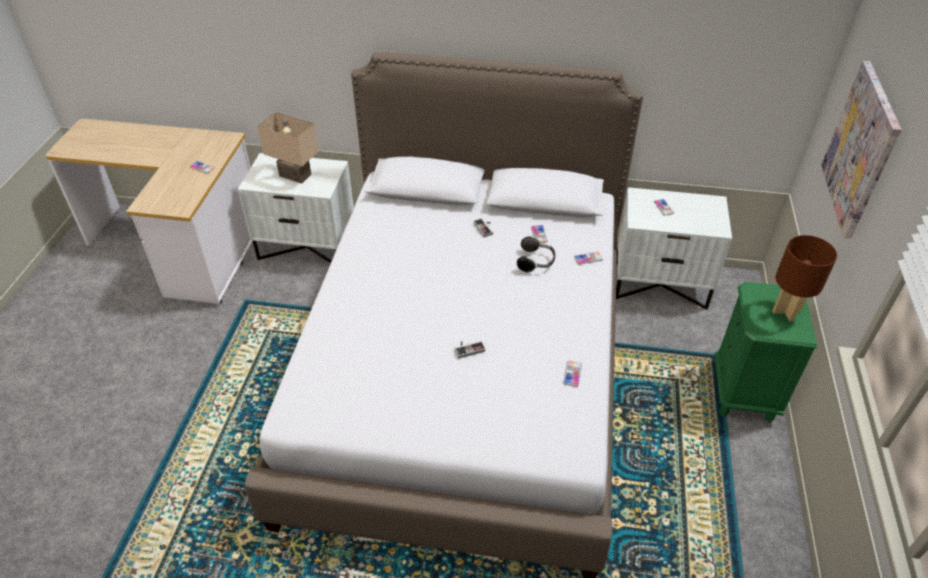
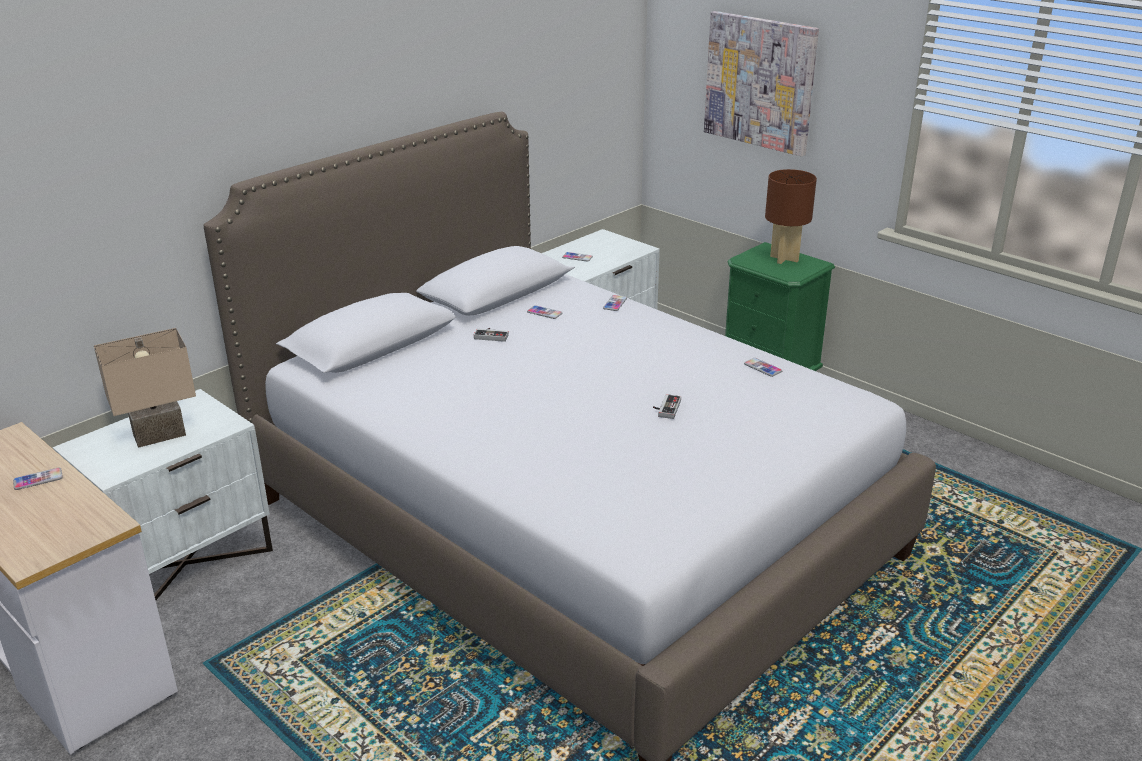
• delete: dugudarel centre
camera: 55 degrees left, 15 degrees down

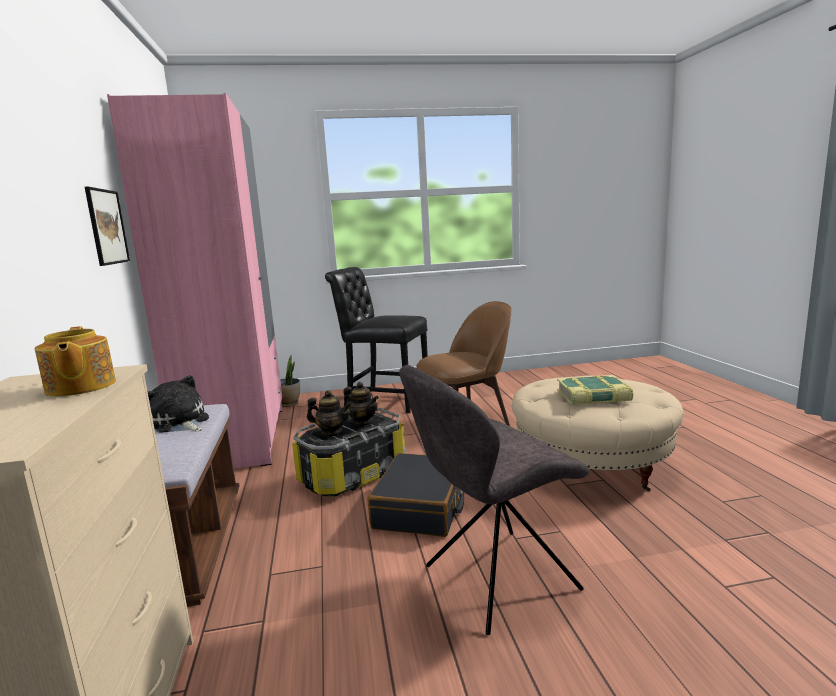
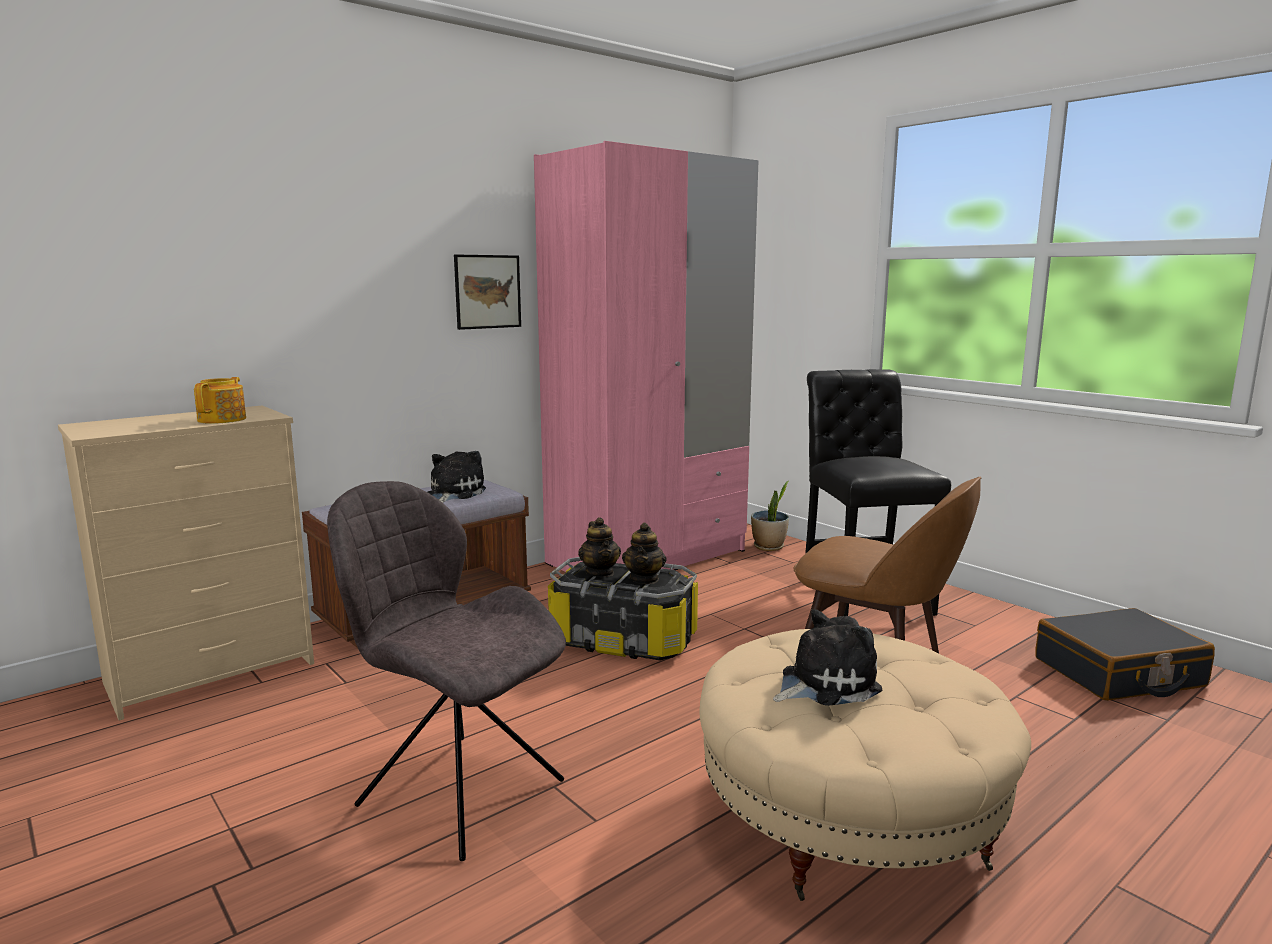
• rotate: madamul (1st from left) middle left = middle left 150 degrees clockwise
• move: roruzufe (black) bottom centre to bottom right
• replace: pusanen middle right to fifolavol (2nd from left) bottom centre
camera: 60 degrees right, 0 degrees up

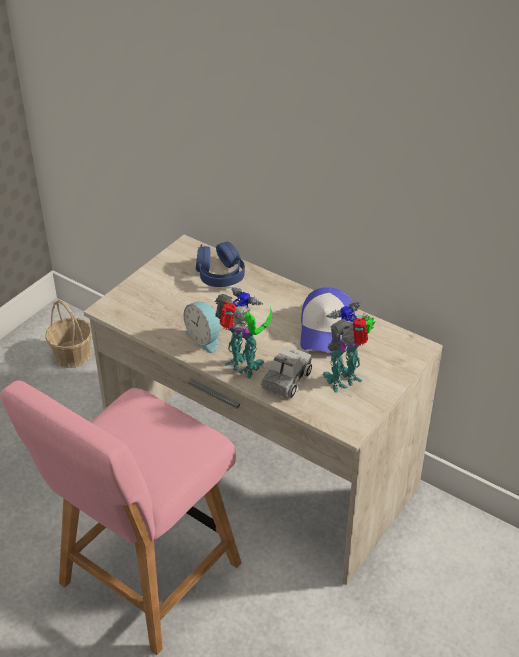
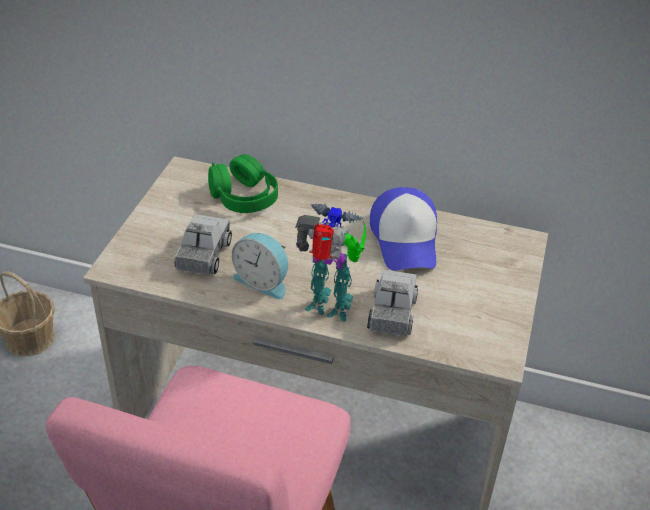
• recolor: dugudarel (blue) centre to dugudarel (green) centre
• delete: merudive (2nd from left) middle right
• insert: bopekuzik (1st from left) middle left
camera: 20 degrees left, 0 degrees up

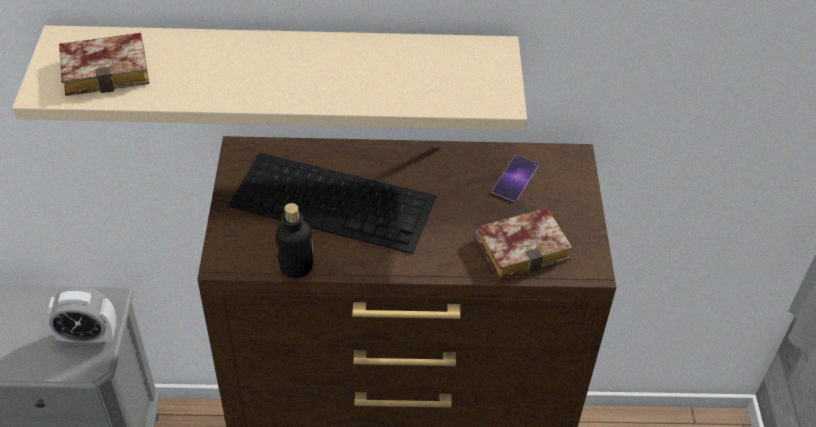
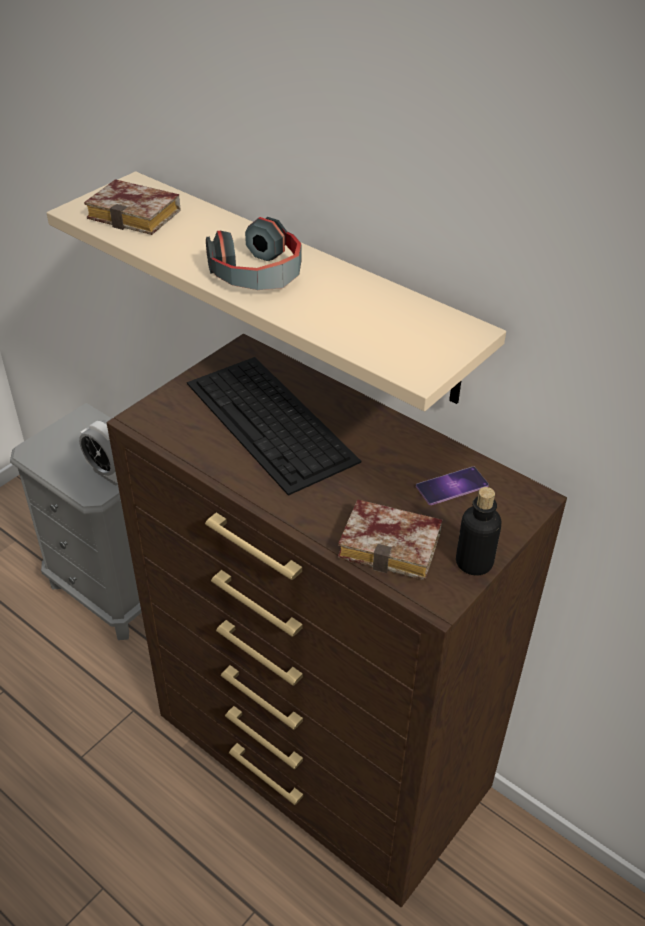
• move: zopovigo centre to middle right
• insert: dugudarel top centre
camera: 40 degrees right, 5 degrees down

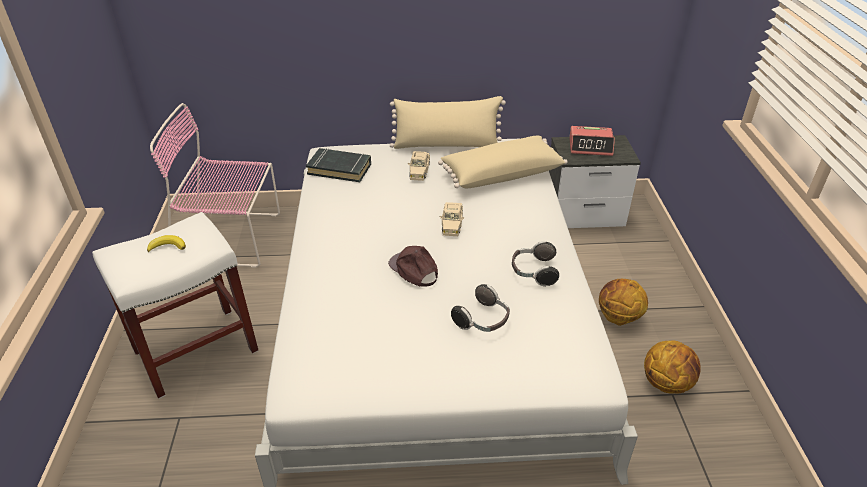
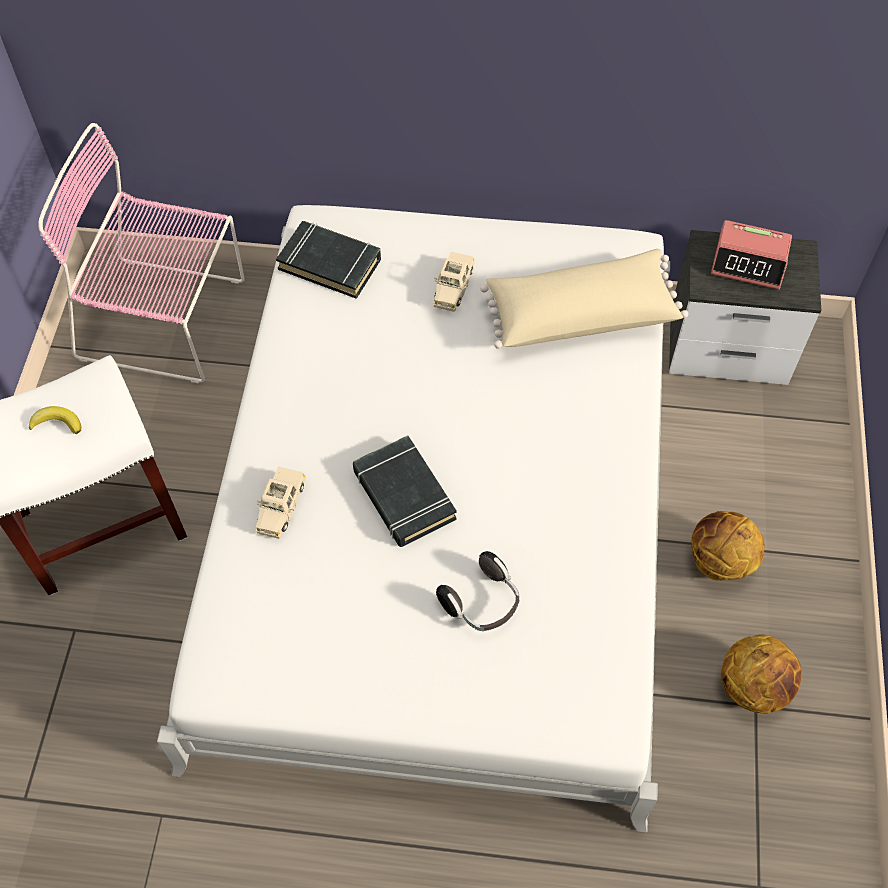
• replace: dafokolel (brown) centre to pusanen (black) (2nd from left) centre
• delete: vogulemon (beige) (1st from left) top centre
• move: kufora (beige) (2nd from left in the first image) centre to kufora (beige) (1st from left) middle left
• delete: dugudarel (2nd from left) centre
camera: 10 degrees right, 20 degrees up

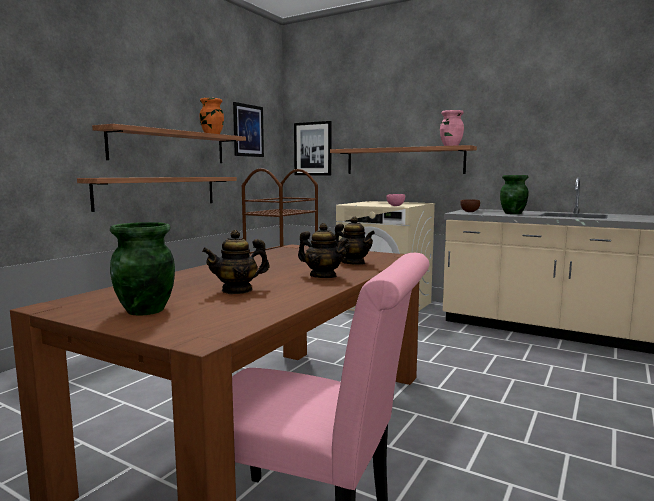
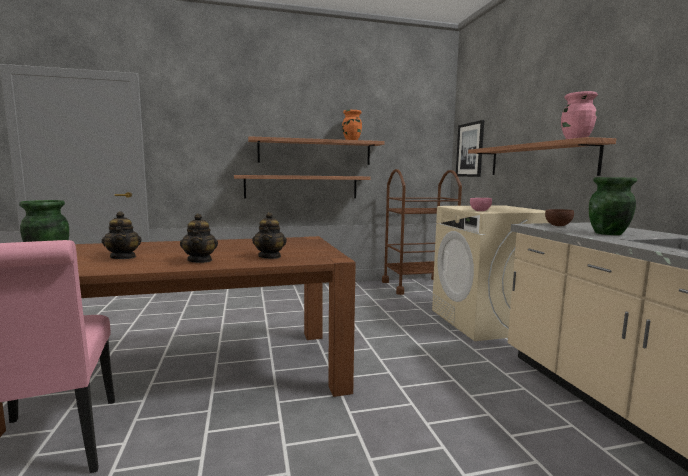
• rotate: madamul (1st from left) centre = middle left 135 degrees counterclockwise
• delete: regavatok (1st from left) top centre
camera: 45 degrees right, 0 degrees up

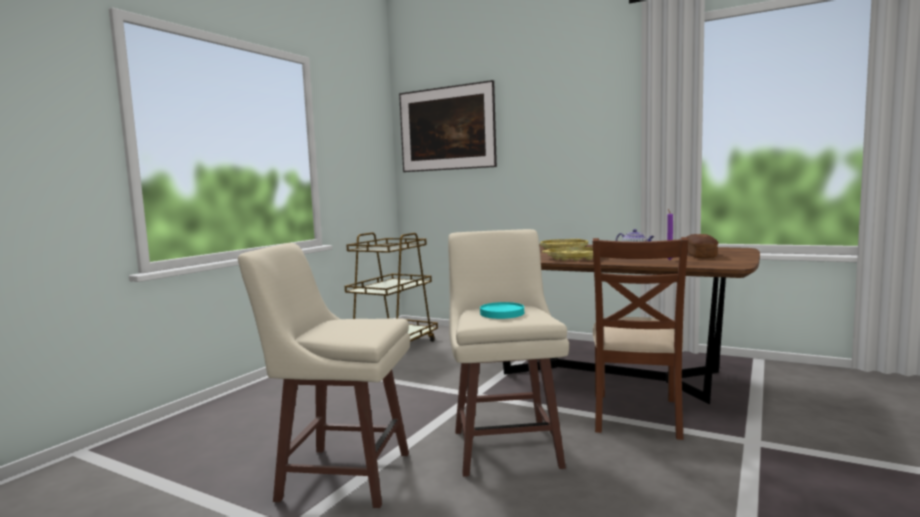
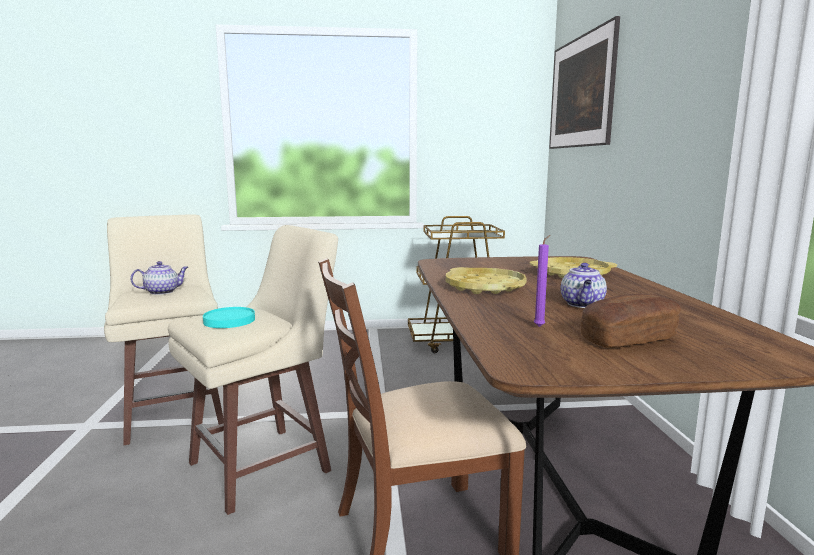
• insert: madamul (1st from left) middle left
camera: 55 degrees right, 5 degrees up

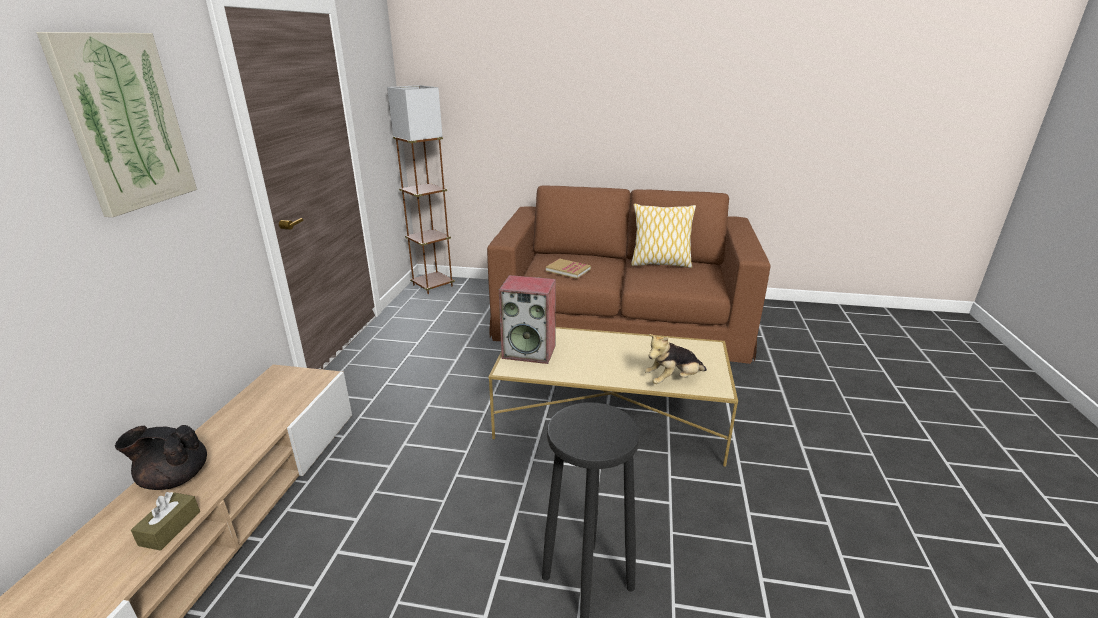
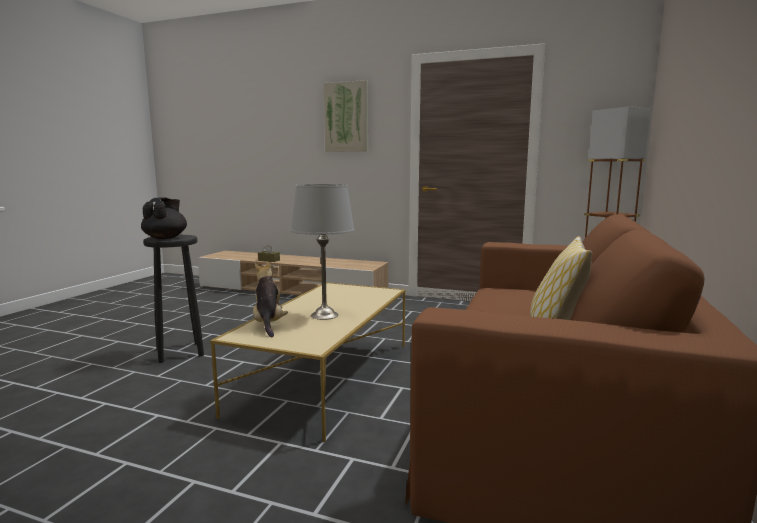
• move: madamul (black) bottom left to middle left
• delete: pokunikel centre
• delete: pusanen centre
• insert: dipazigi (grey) centre
camera: 100 degrees right, 15 degrees down

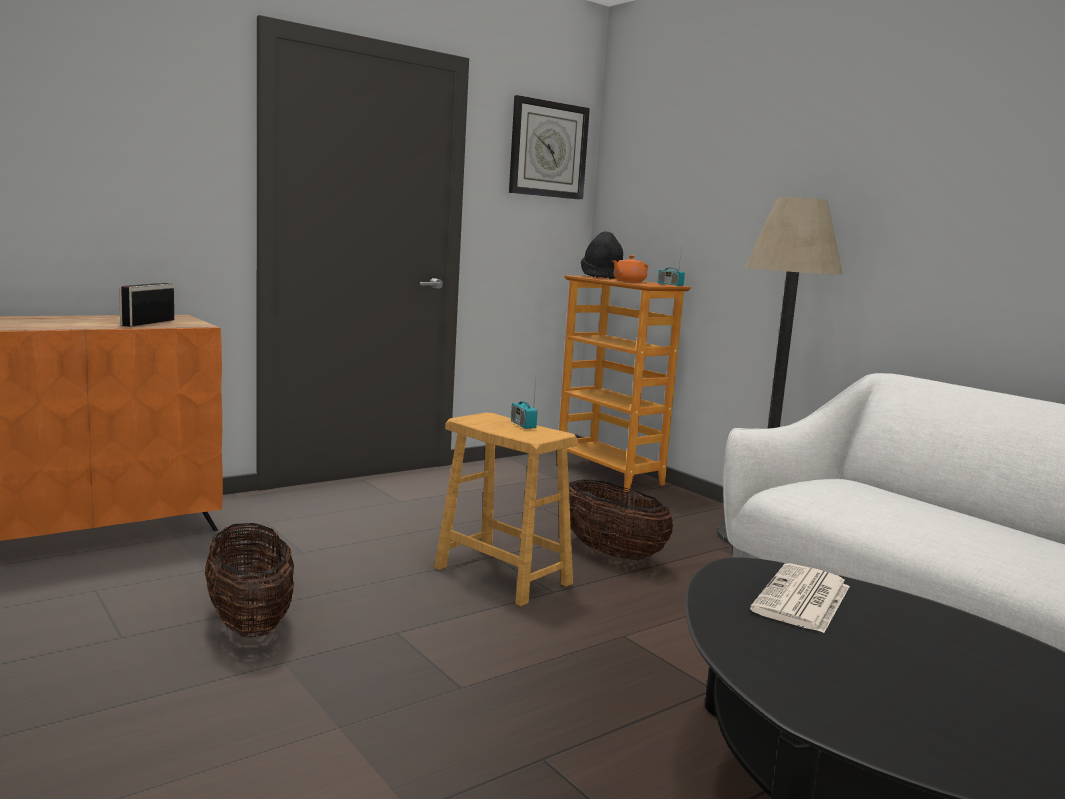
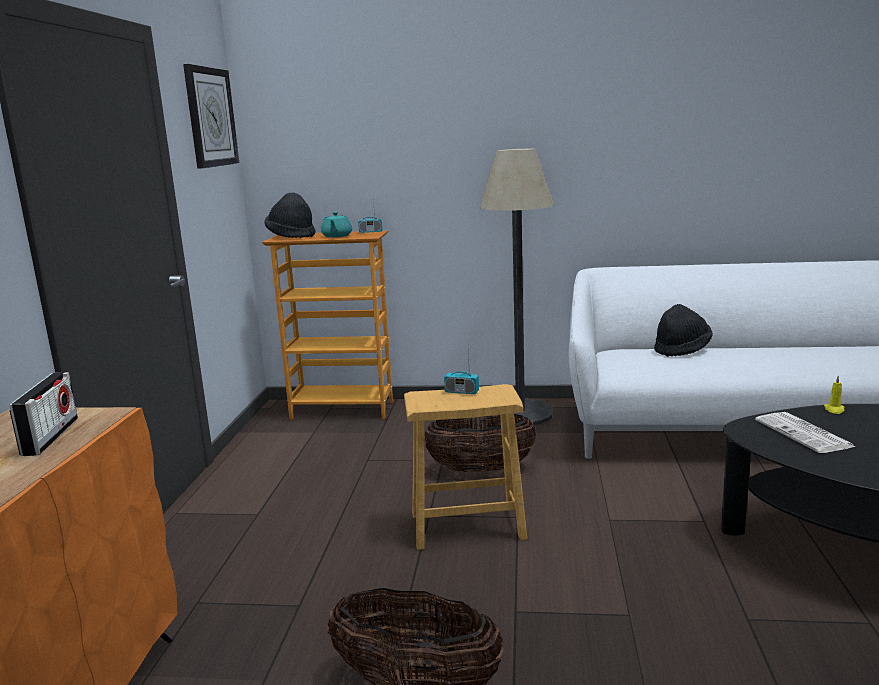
• rotate: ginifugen (1st from left) middle left = middle left 150 degrees counterclockwise
• recolor: madamul (orange) centre to madamul (turquoise) top centre
• insert: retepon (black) (2nd from left) middle right
• insert: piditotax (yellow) middle right
camera: 45 degrees left, 5 degrees up

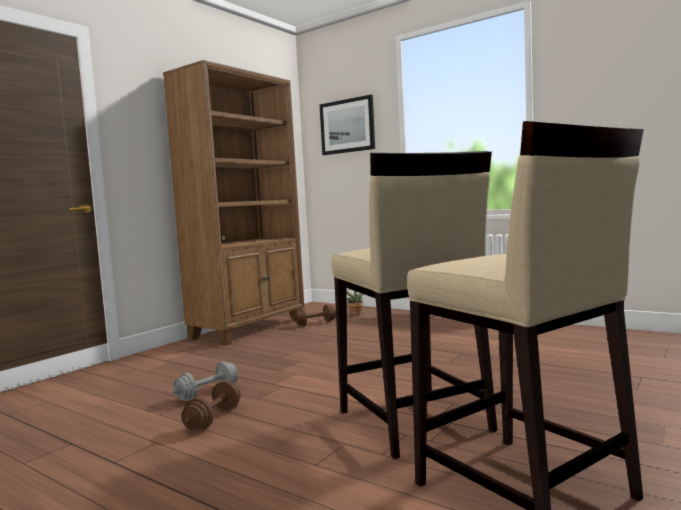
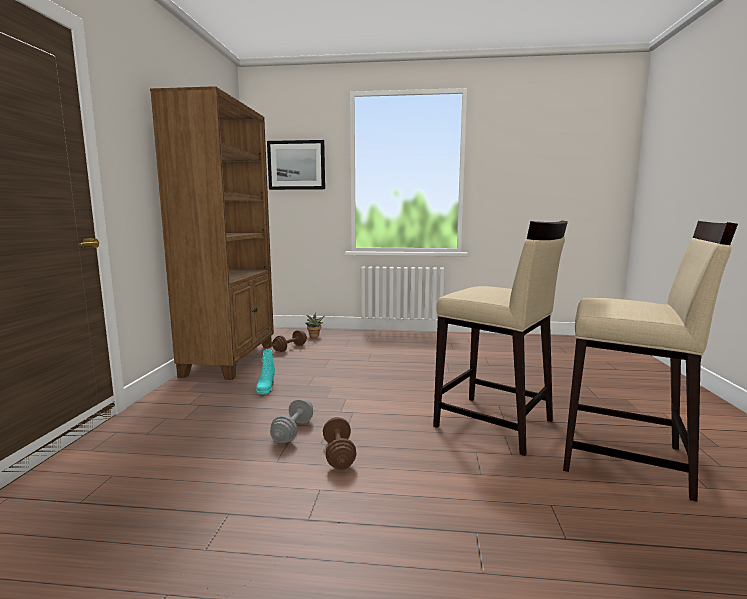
• insert: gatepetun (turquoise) centre
camera: 30 degrees left, 5 degrees up

